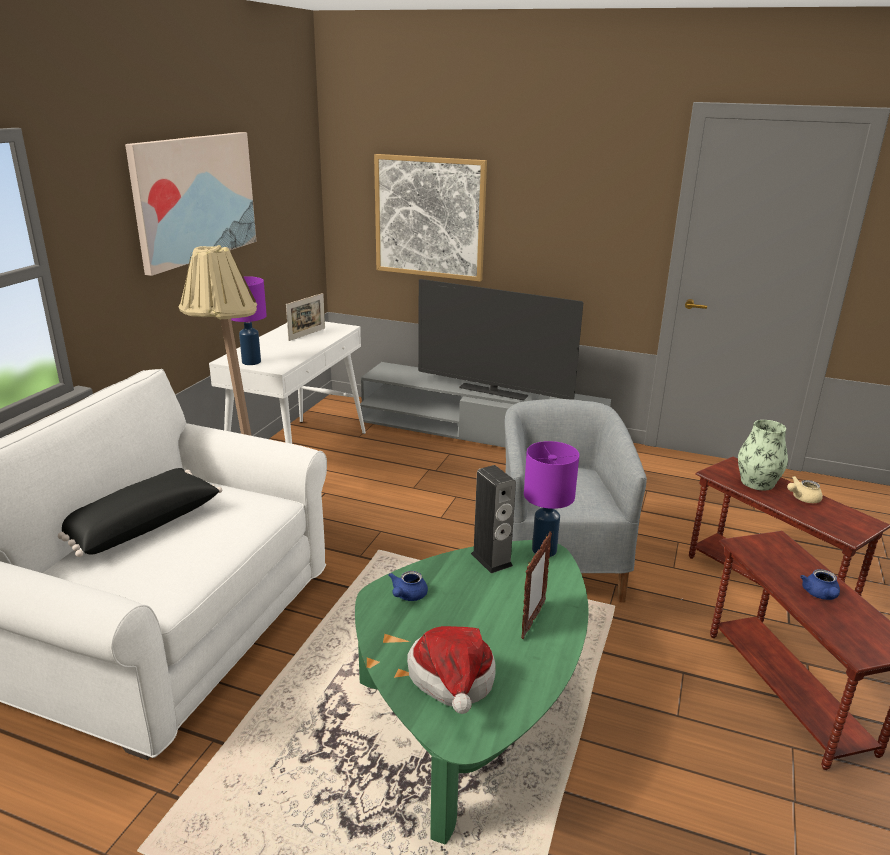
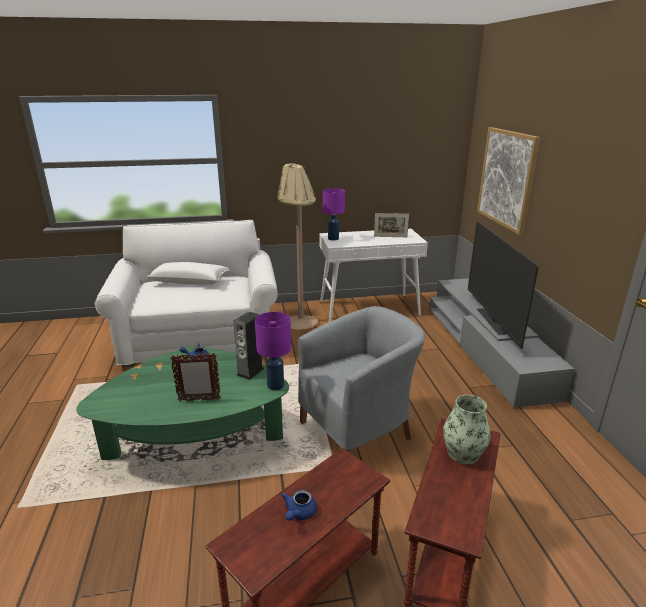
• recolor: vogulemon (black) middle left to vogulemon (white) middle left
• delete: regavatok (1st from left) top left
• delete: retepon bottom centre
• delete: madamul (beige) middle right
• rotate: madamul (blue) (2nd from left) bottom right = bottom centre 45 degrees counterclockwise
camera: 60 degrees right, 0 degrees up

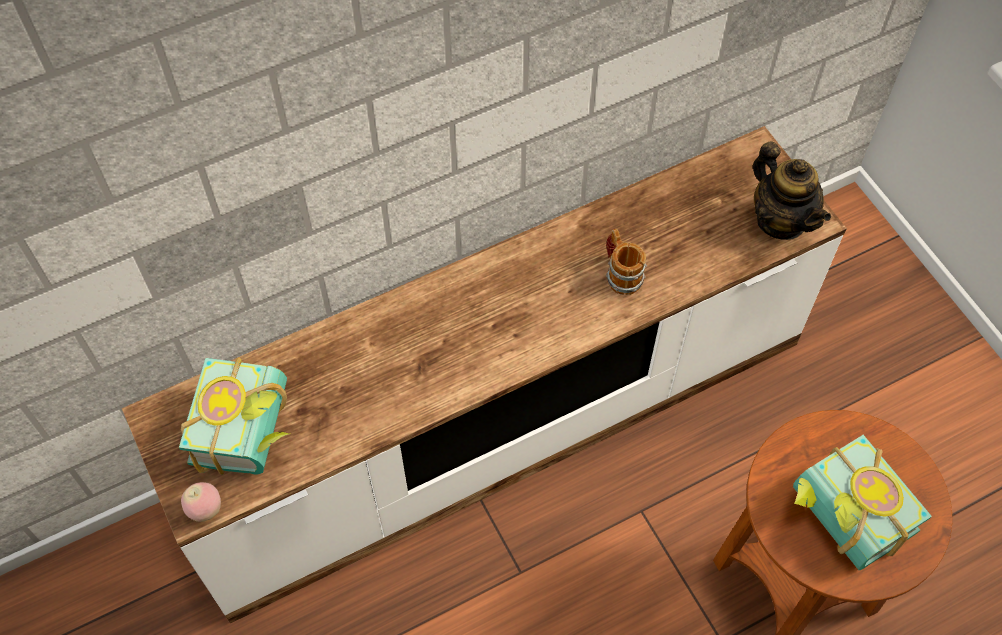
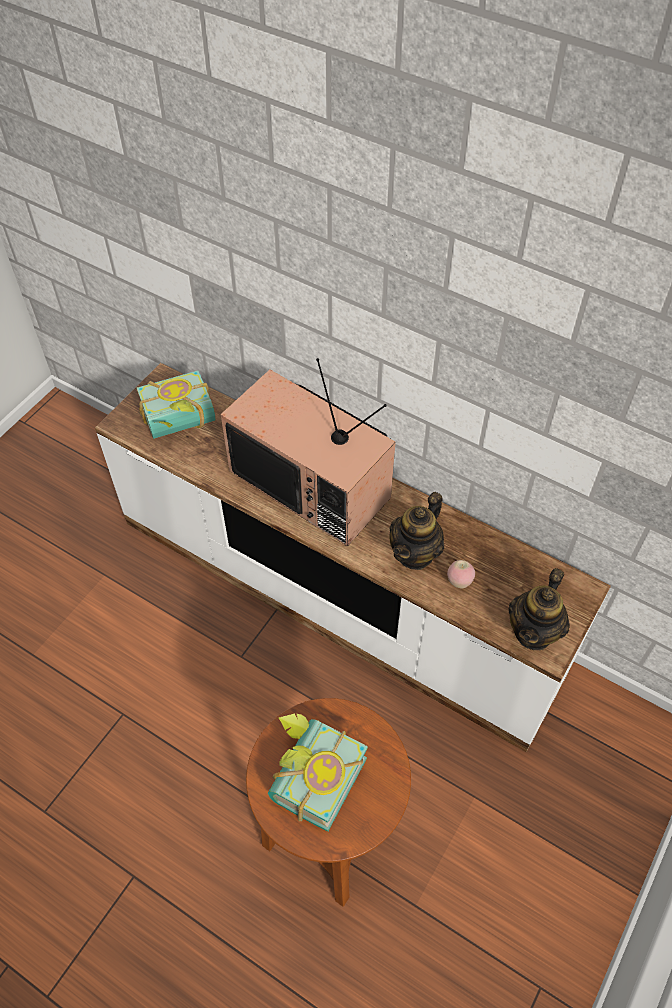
• move: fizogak bottom left to middle right
• replace: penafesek centre to madamul (1st from left) centre
• insert: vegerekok centre
camera: 60 degrees right, 5 degrees down

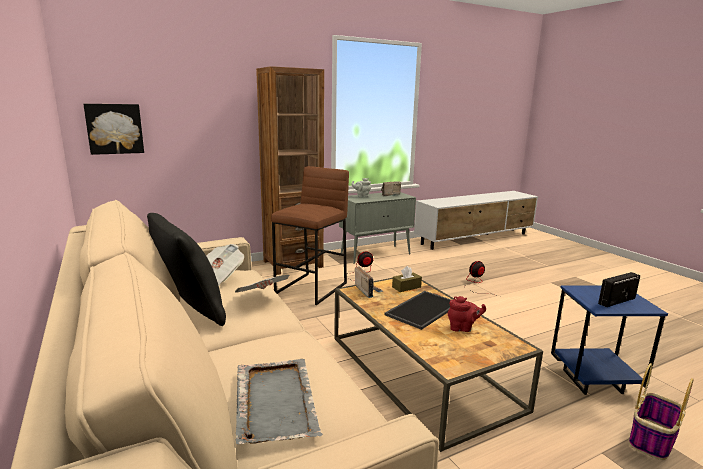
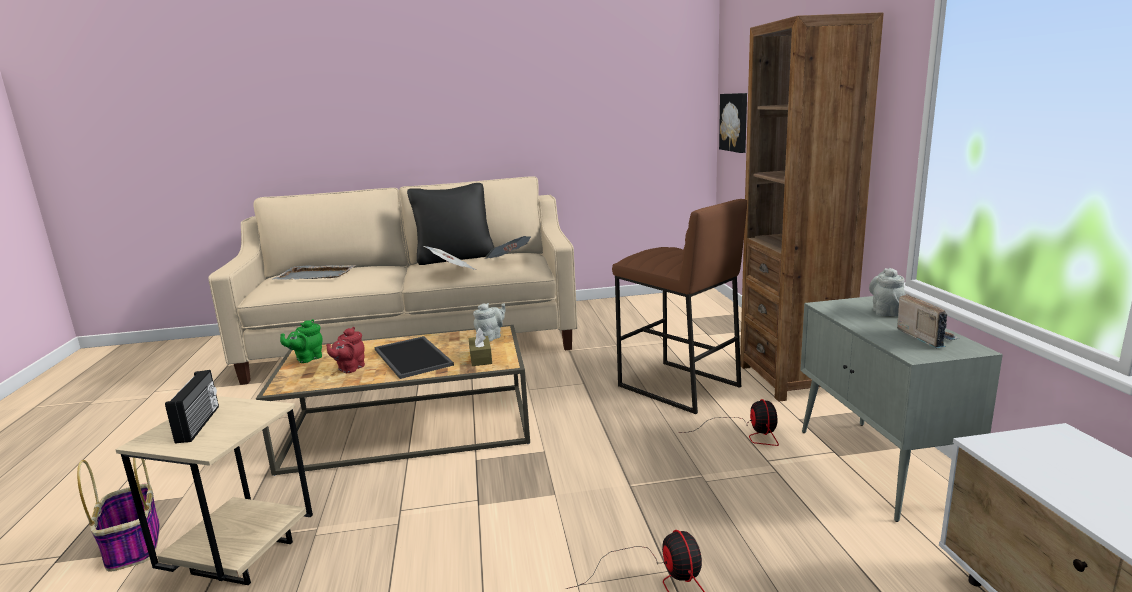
• replace: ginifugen (1st from left) centre to madamul (grey) (1st from left) centre
• recolor: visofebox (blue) bottom right to visofebox (beige) bottom left
• insert: madamul (green) middle left
camera: 110 degrees right, 0 degrees up

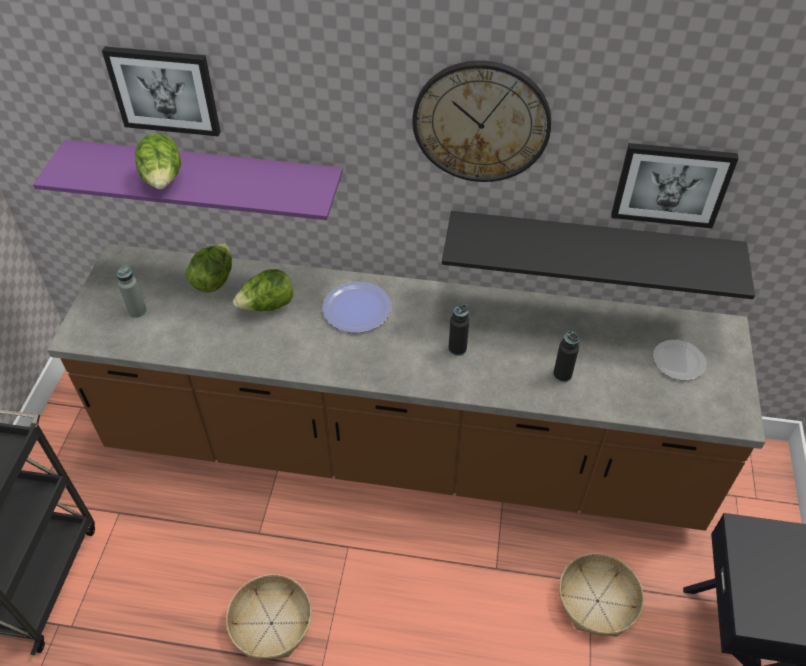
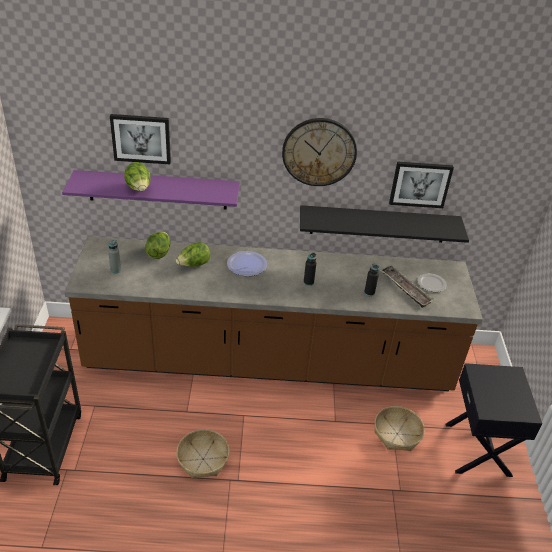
• insert: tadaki middle right
camera: 10 degrees left, 10 degrees down

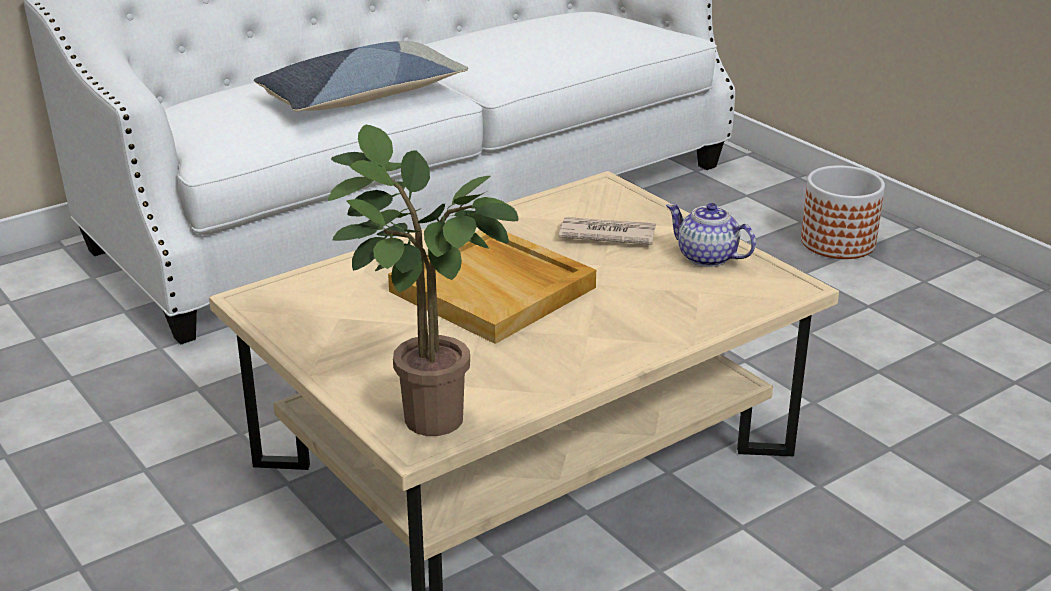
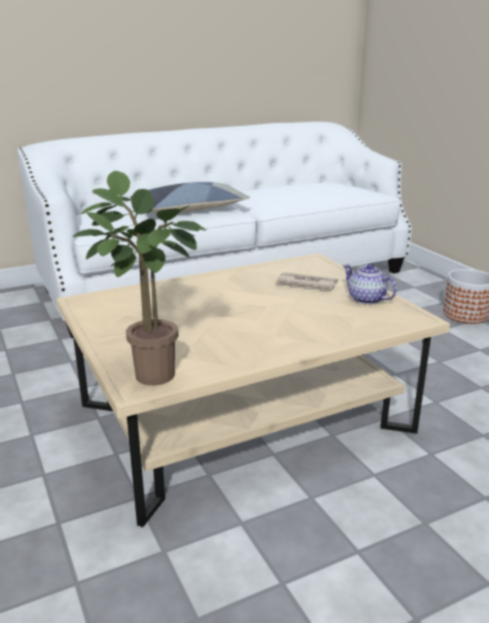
• delete: tadaki (beige) centre
camera: 10 degrees right, 5 degrees down

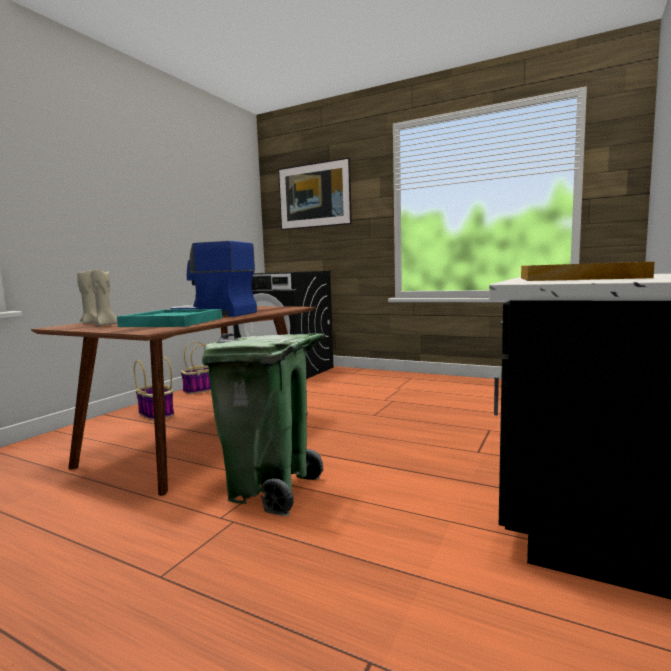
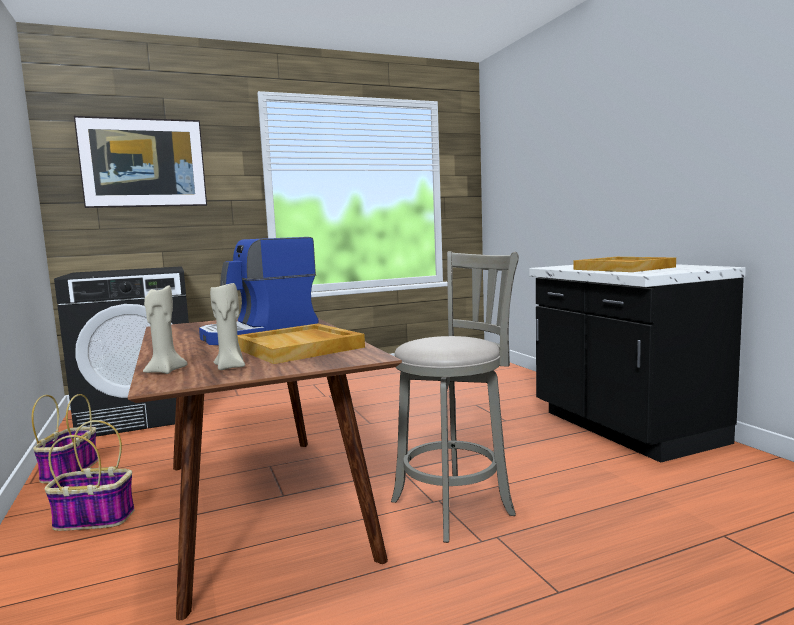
• recolor: tadaki (turquoise) middle left to tadaki (beige) (1st from left) centre
• replace: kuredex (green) centre to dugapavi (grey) centre
camera: 50 degrees left, 0 degrees up

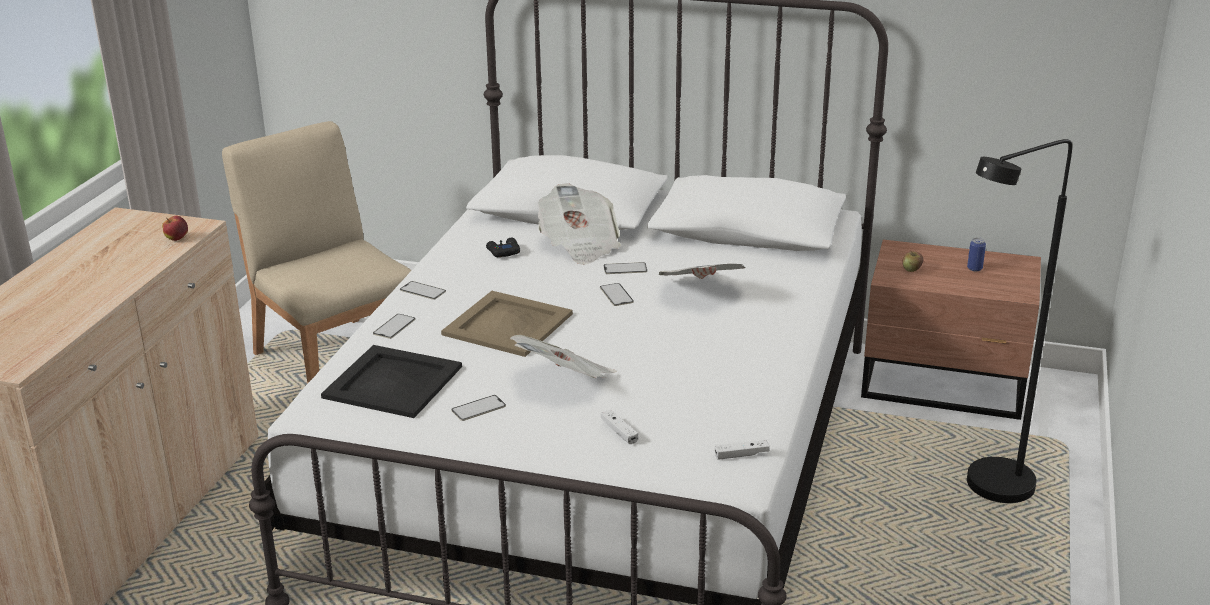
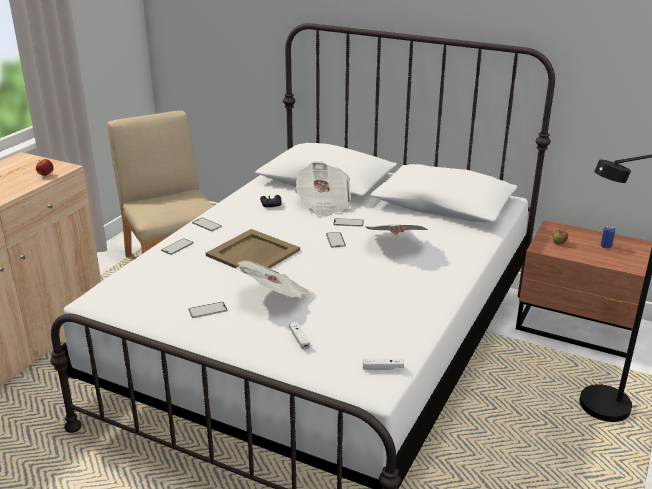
• delete: tadaki (black) middle left
camera: 10 degrees right, 0 degrees up

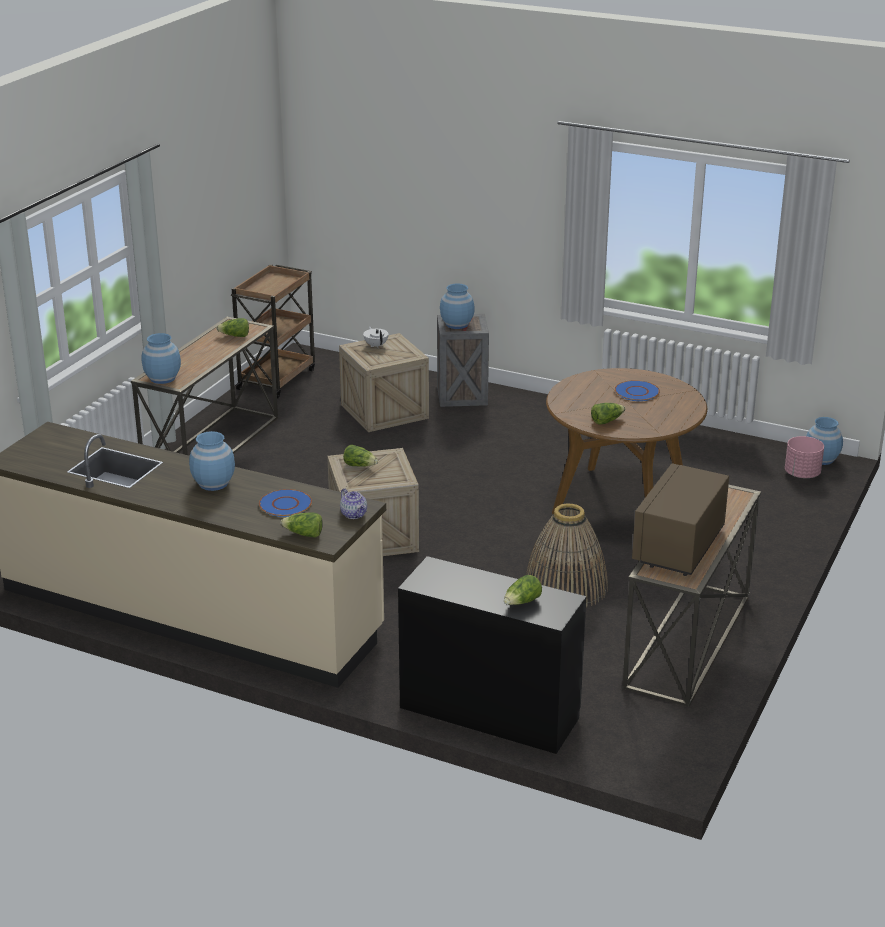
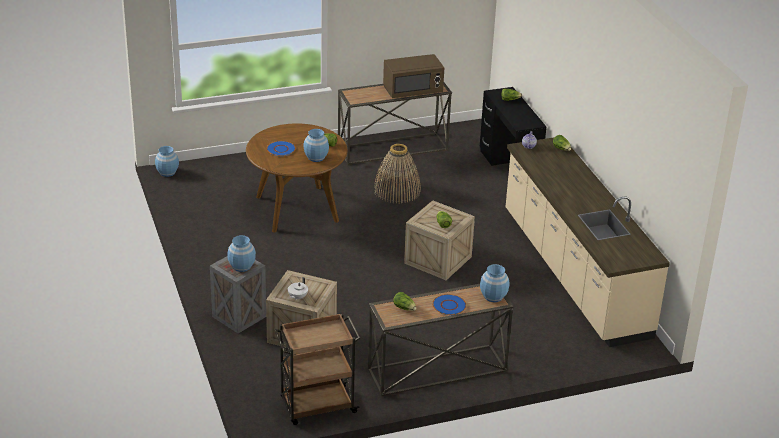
• move: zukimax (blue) (2nd from left in the first image) middle left to zukimax (blue) (3rd from left) top centre
• move: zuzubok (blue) (1st from left in the first image) middle left to zuzubok (blue) (2nd from left) bottom centre
• delete: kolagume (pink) middle right
camera: 135 degrees left, 5 degrees up

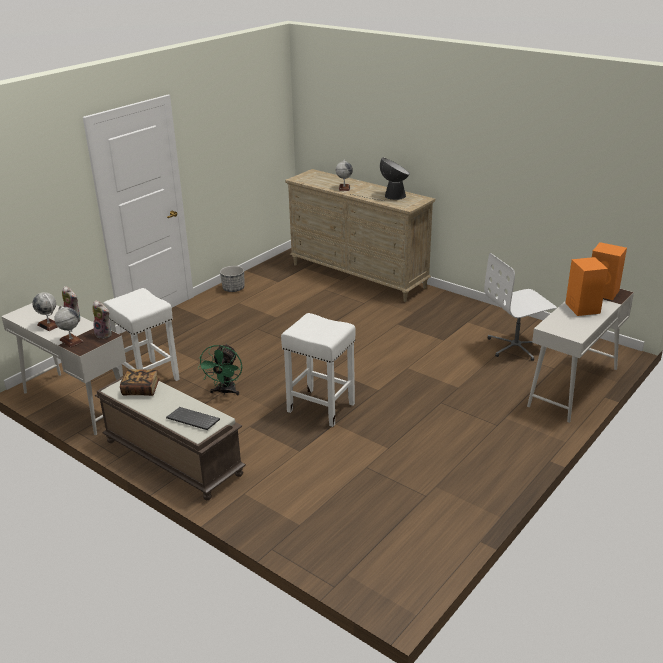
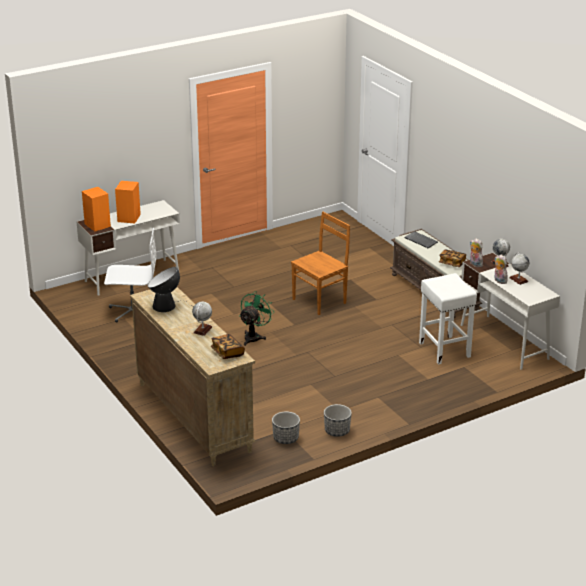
• move: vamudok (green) middle left to centre
• replace: dugapavi (white) (2nd from left) centre to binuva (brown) centre
• insert: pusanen (1st from left) centre
• insert: kolagume (1st from left) bottom centre
camera: 160 degrees left, 0 degrees up

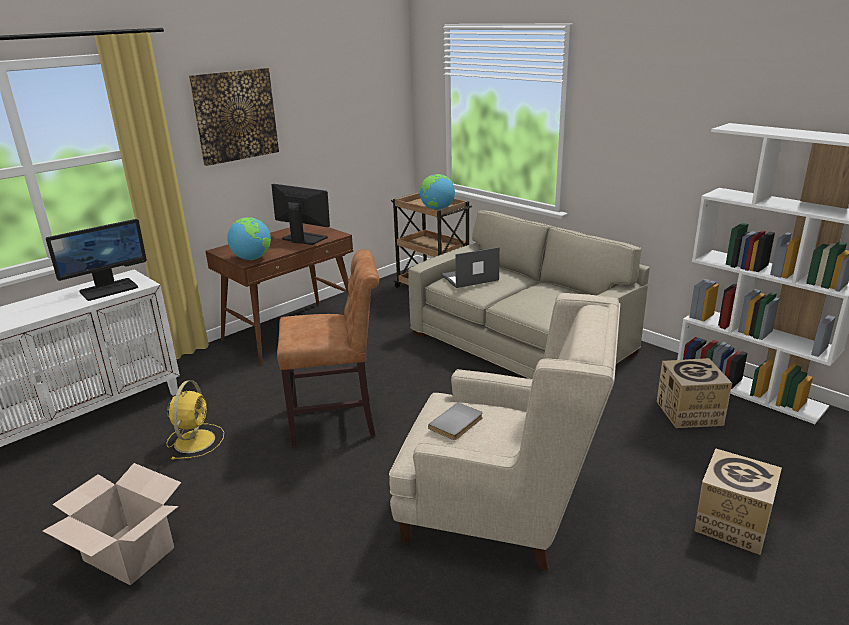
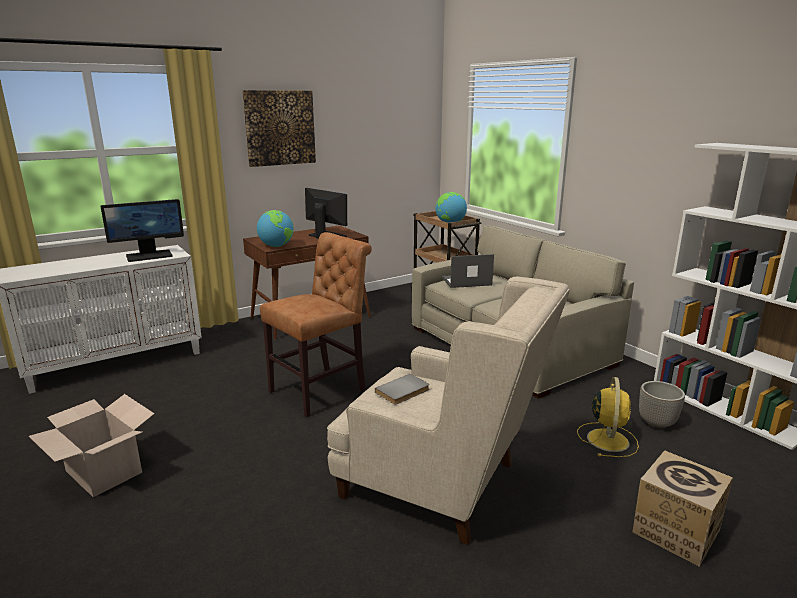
• move: vamudok (yellow) bottom left to bottom right
• rotate: binuva (brown) centre = centre 45 degrees counterclockwise
• replace: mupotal (2nd from left) middle right to kolagume bottom right
camera: 10 degrees right, 5 degrees down

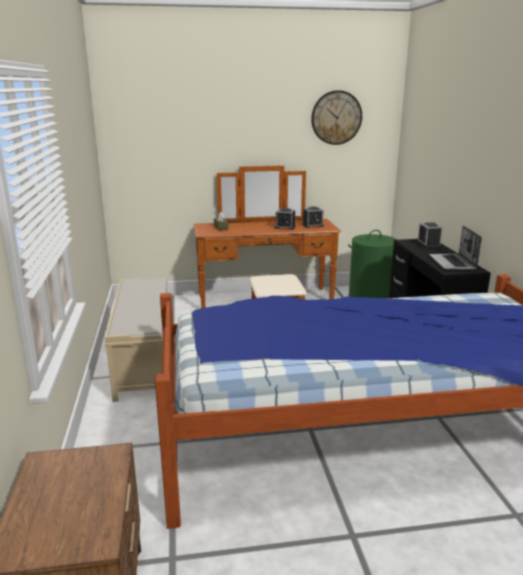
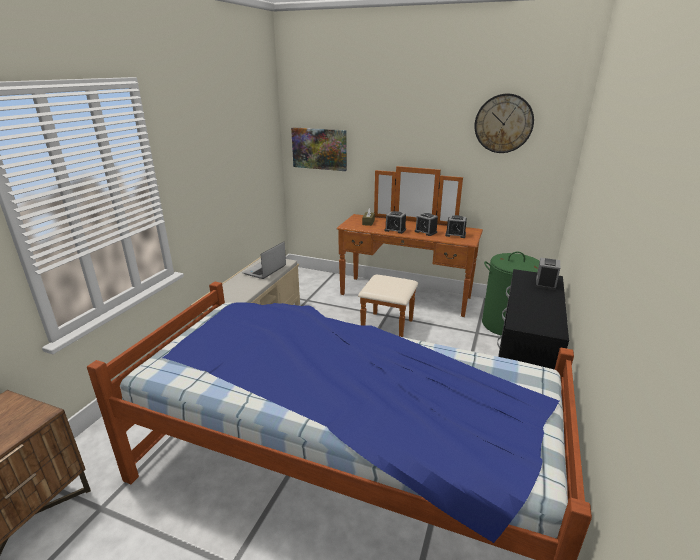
• move: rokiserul middle right to centre
• insert: regavatok top centre
• insert: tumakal (1st from left) centre
camera: 30 degrees right, 5 degrees up

